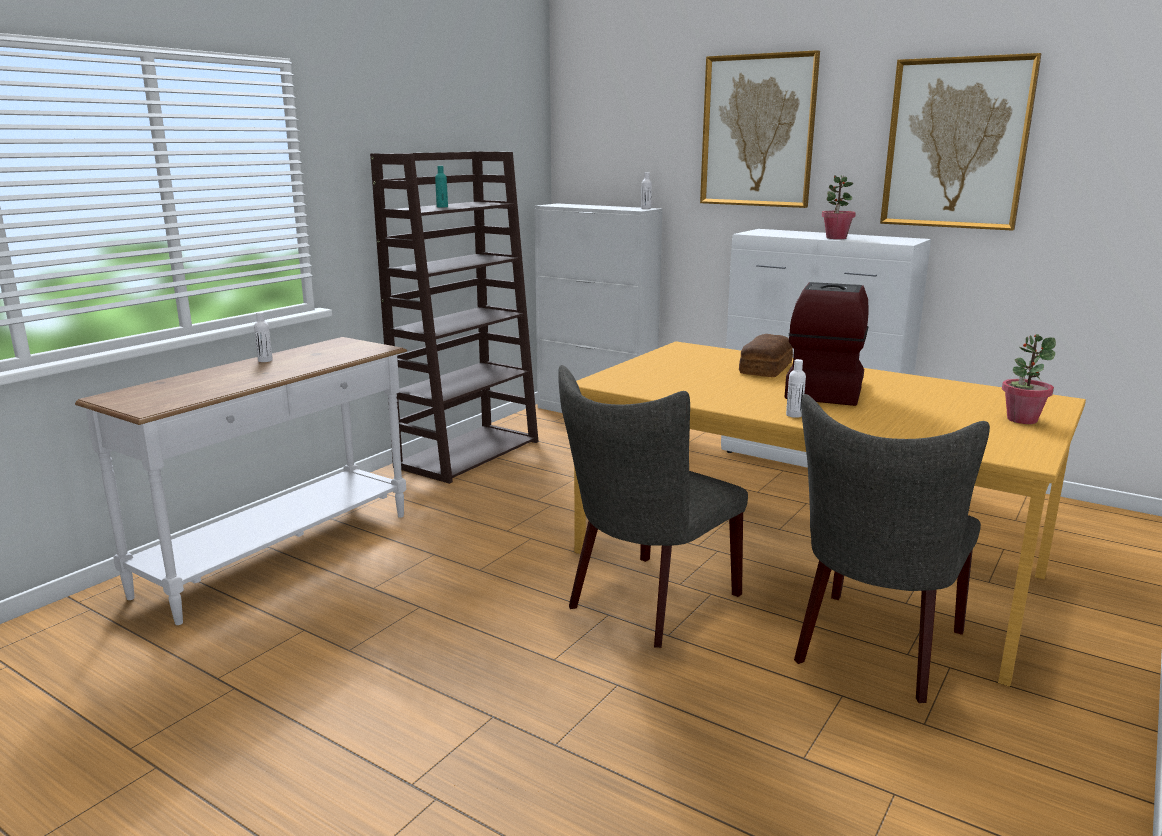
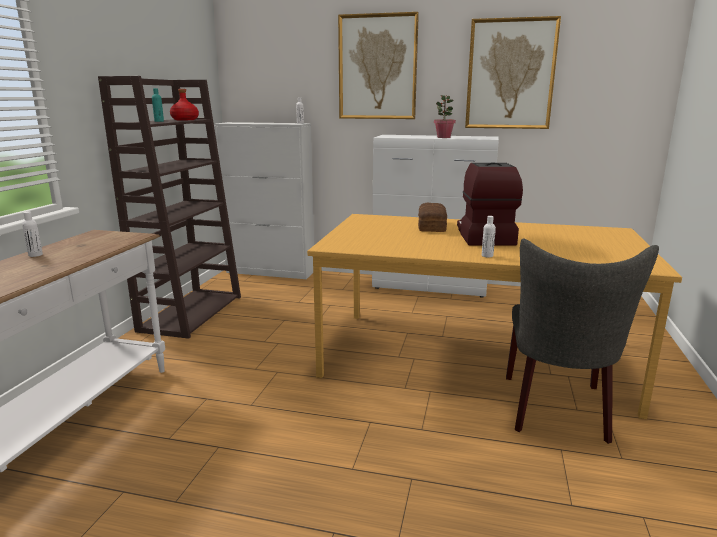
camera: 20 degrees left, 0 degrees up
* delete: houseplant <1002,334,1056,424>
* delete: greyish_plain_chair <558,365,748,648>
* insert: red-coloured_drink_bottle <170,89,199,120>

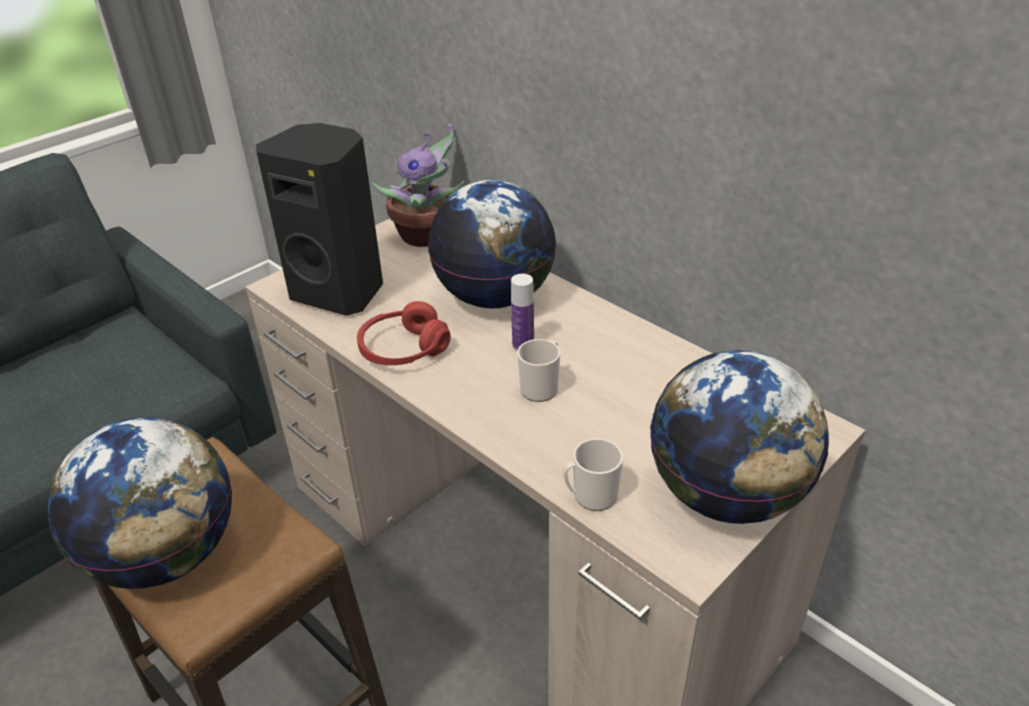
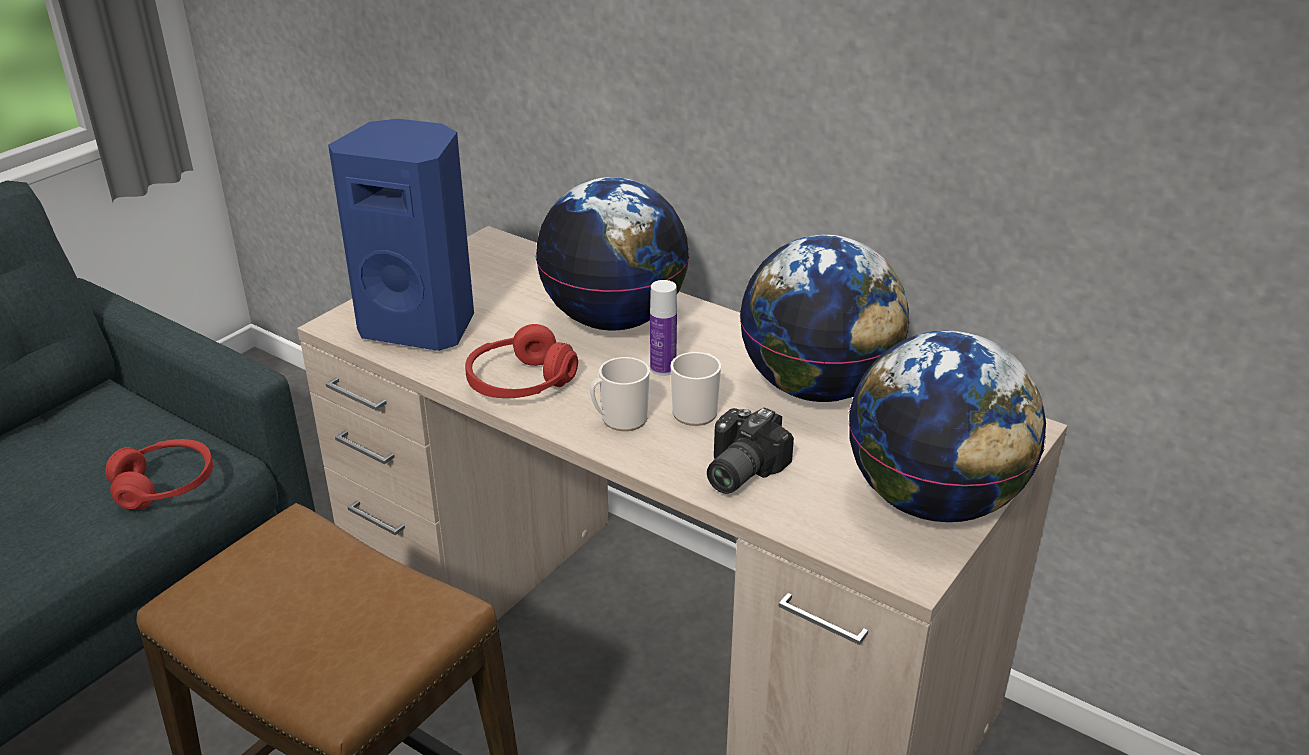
camera: 10 degrees left, 5 degrees down
* recolor: black_audio_speaker <256,123,383,316> to bluish_audio_speaker <328,119,474,351>
* delete: houseplant <372,124,464,247>
* move: desk_globe <48,417,232,589> to <740,235,909,402>
* move: tea_mug <563,438,623,511> to <590,357,650,431>
* insert: photo_camera <707,407,794,494>
* insert: red-coloured_headphones <106,439,213,510>

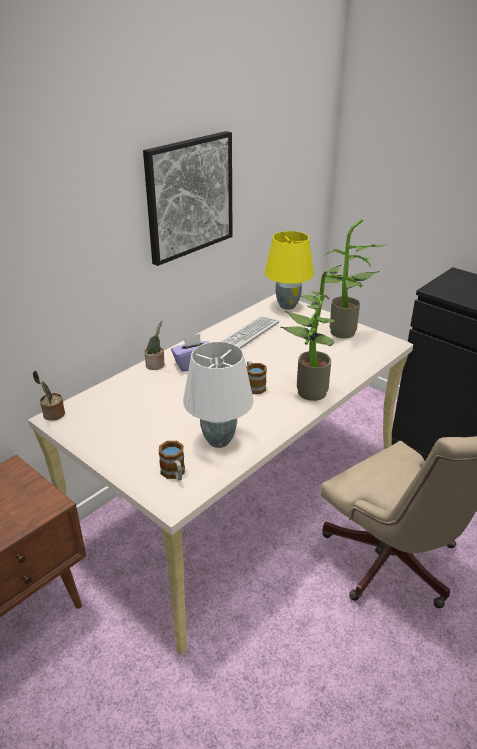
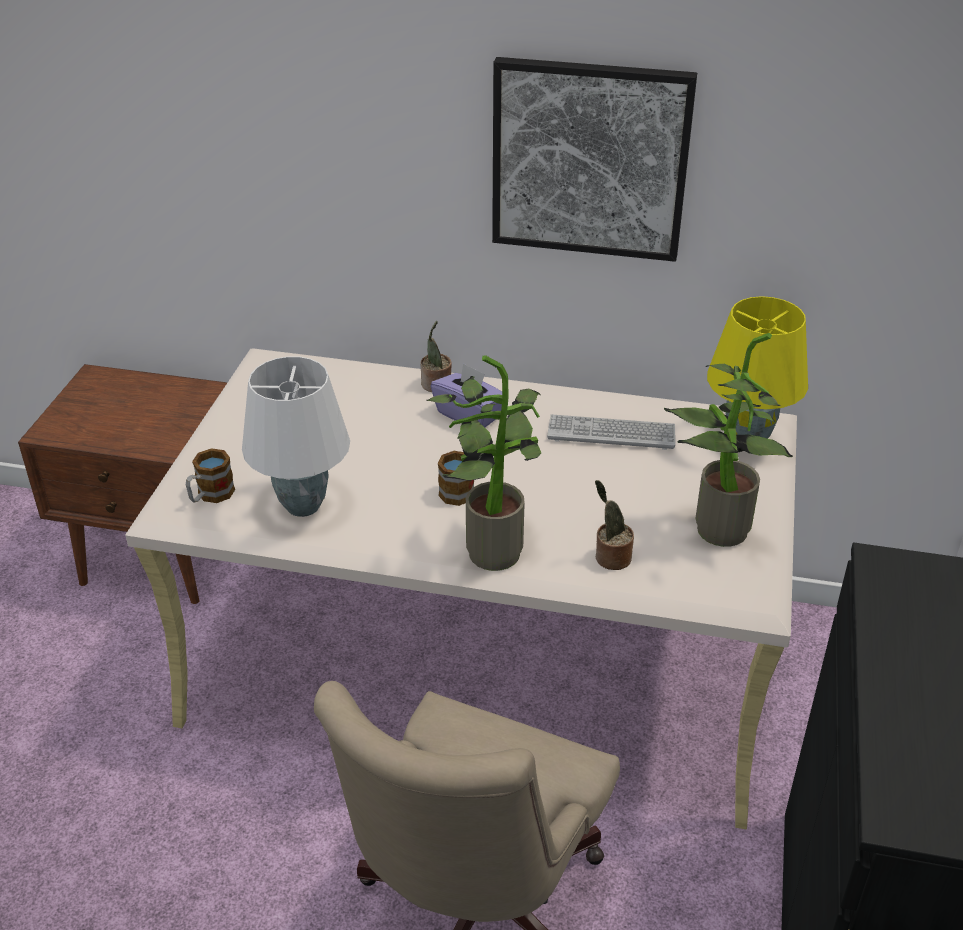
camera: 60 degrees right, 5 degrees up
* move: houseplant <33,371,65,421> to <595,480,634,570>

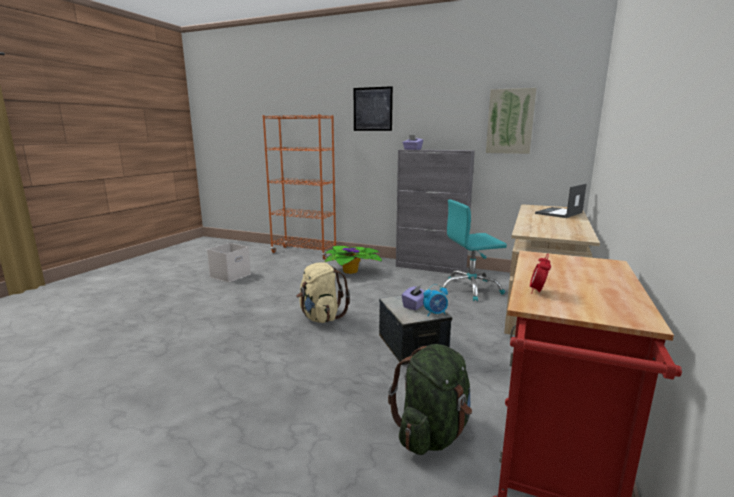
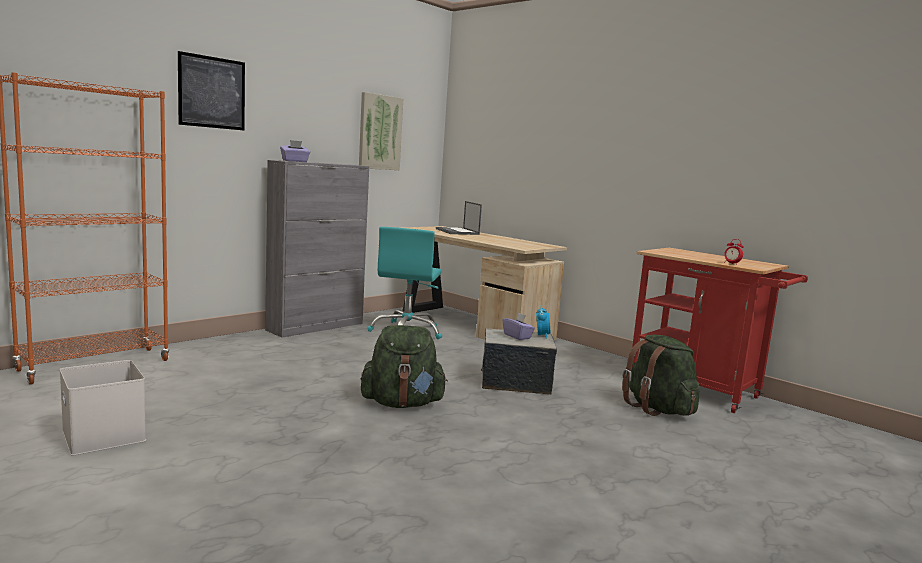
camera: 70 degrees left, 5 degrees down
* delete: houseplant <325,245,382,274>
* recolor: beige-coloured_backpack <296,262,350,323> to green-coloured_backpack <361,325,448,408>

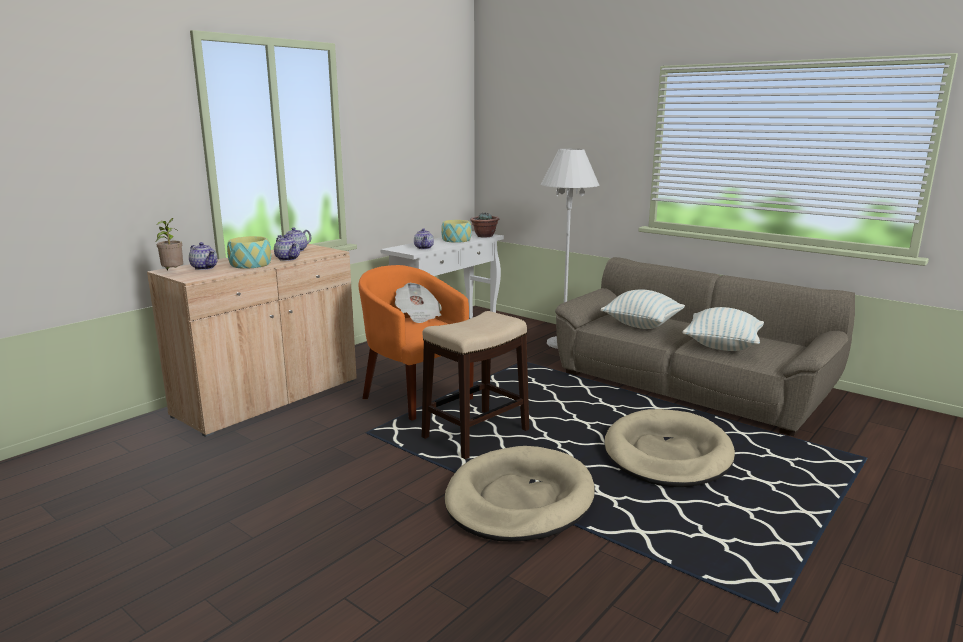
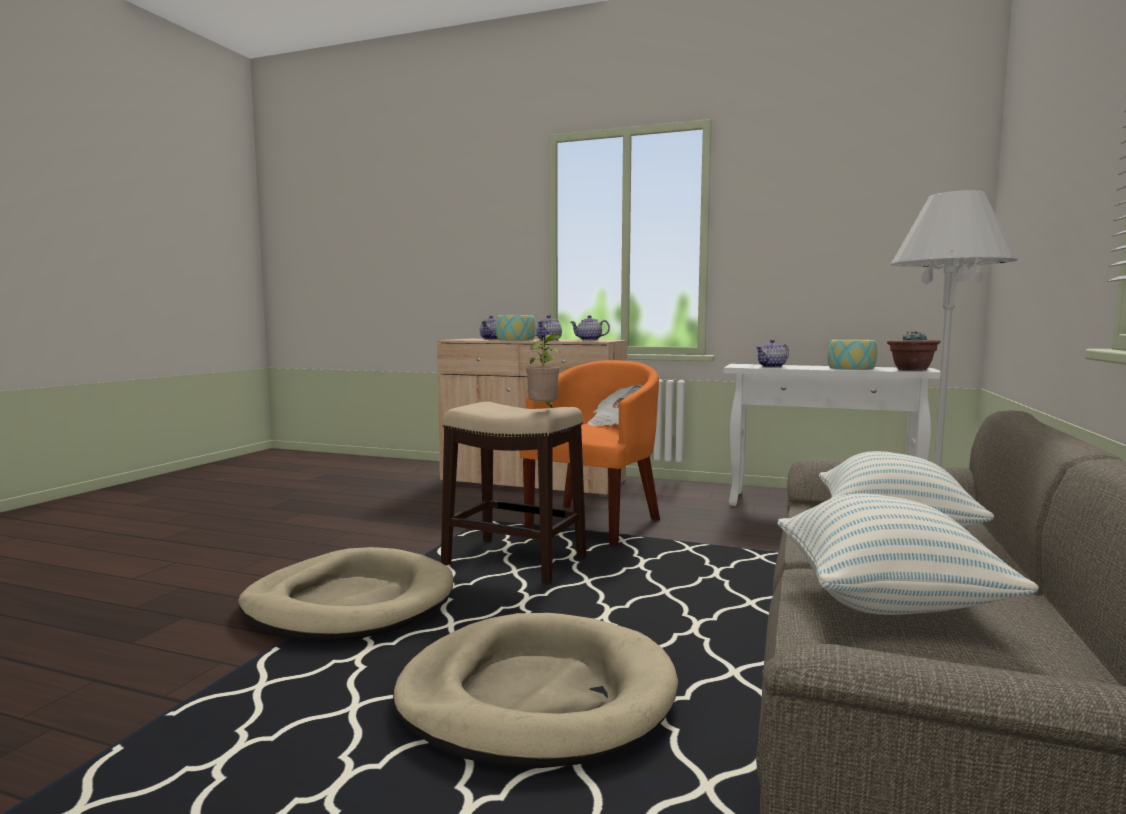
camera: 70 degrees right, 10 degrees down
* move: houseplant <156,218,183,270> to <525,334,562,408>

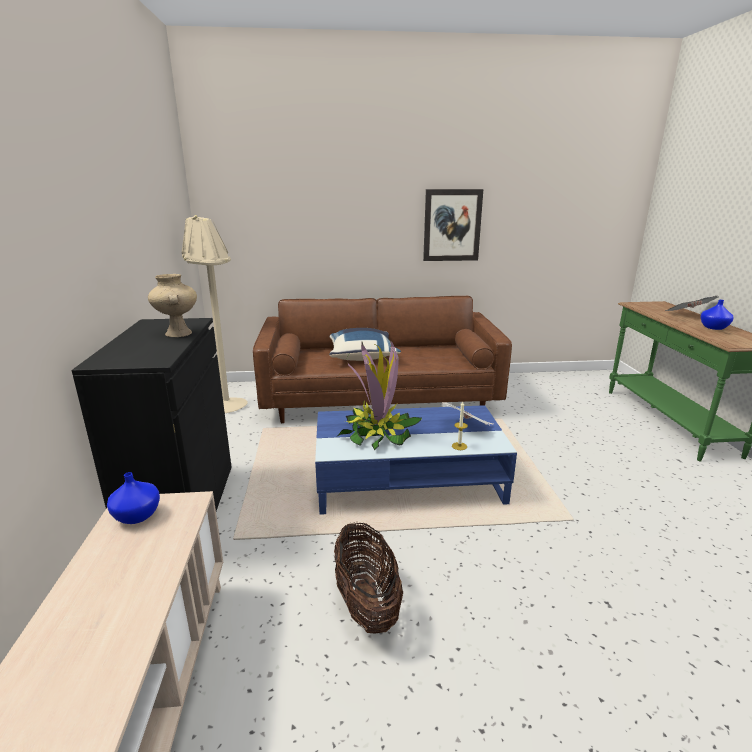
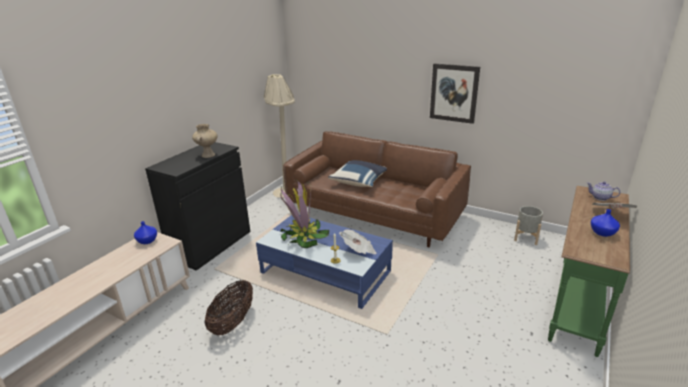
camera: 35 degrees right, 5 degrees up
* insert: tea_pot <587,181,620,201>
* insert: greyish_flower_pot <514,206,543,245>

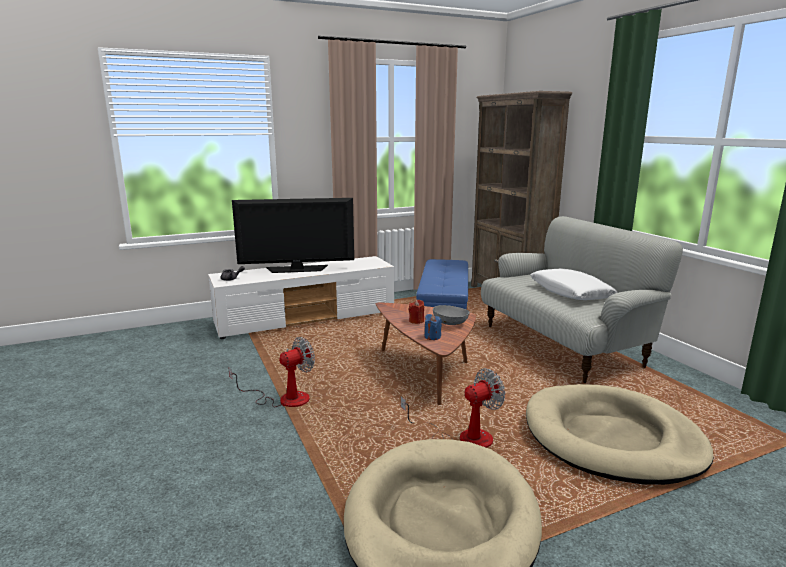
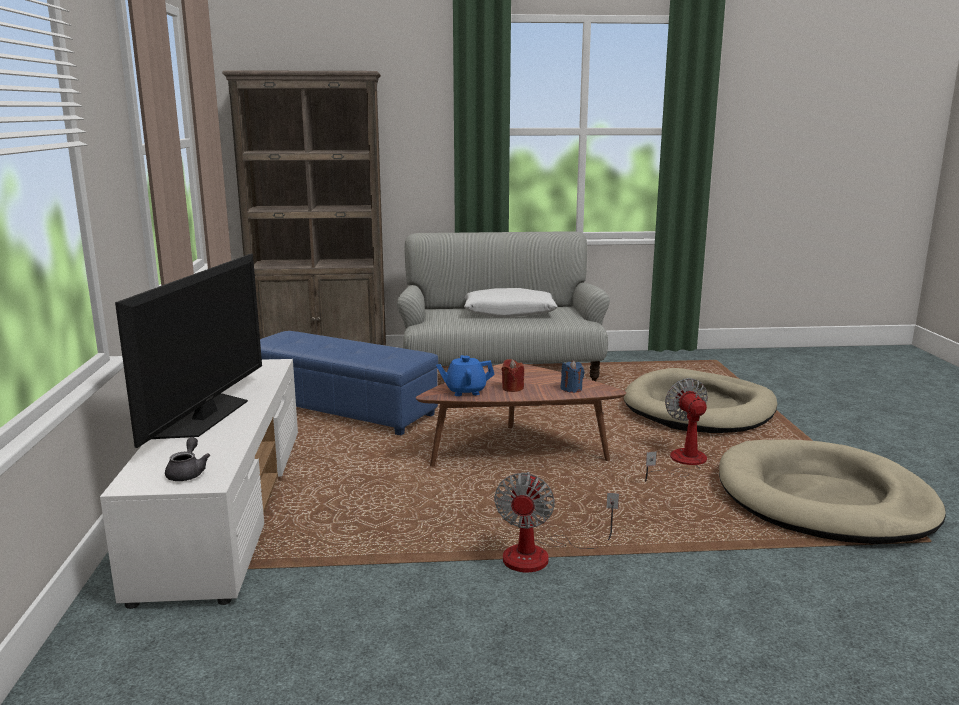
camera: 70 degrees left, 0 degrees up
* delete: greyish_serving_bowl <433,305,470,325>
* rotate: electric_fan <228,337,315,407> = <494,472,619,572> 150 degrees counterclockwise
* insert: bluish_tea_pot <436,355,495,396>

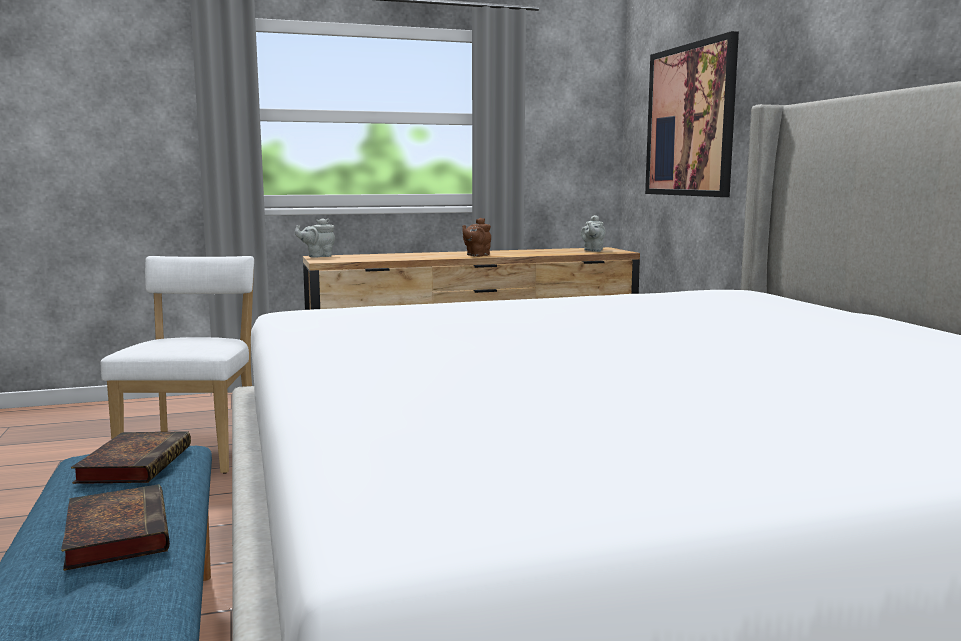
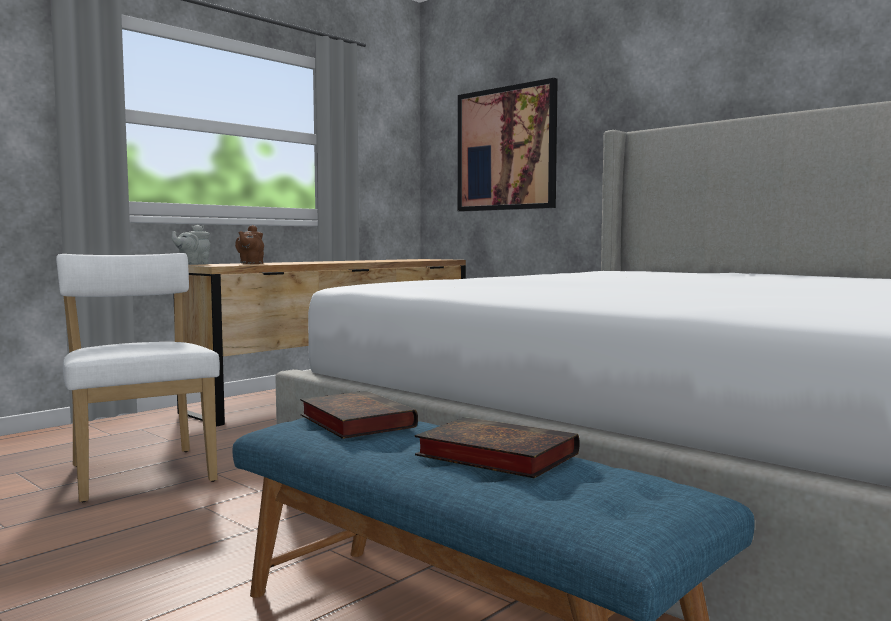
camera: 30 degrees left, 5 degrees down
* delete: greyish_tea_pot <581,215,606,252>
* move: brown-coloured_tea_pot <462,218,491,257> to <235,225,264,264>

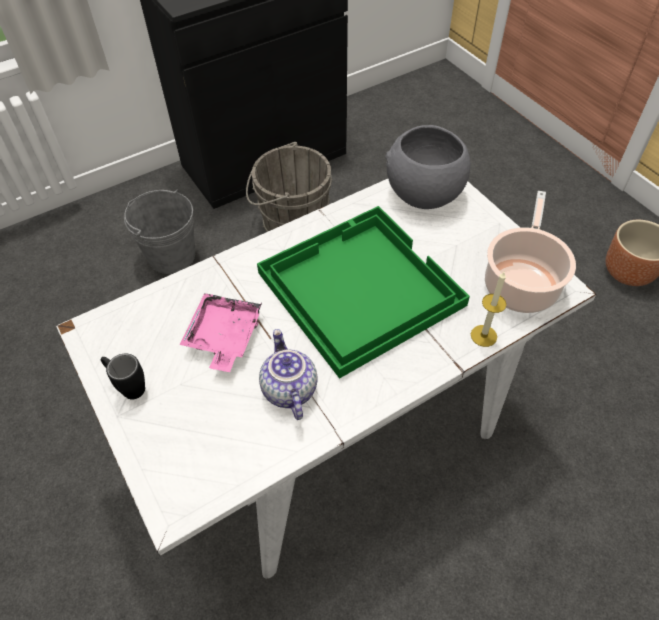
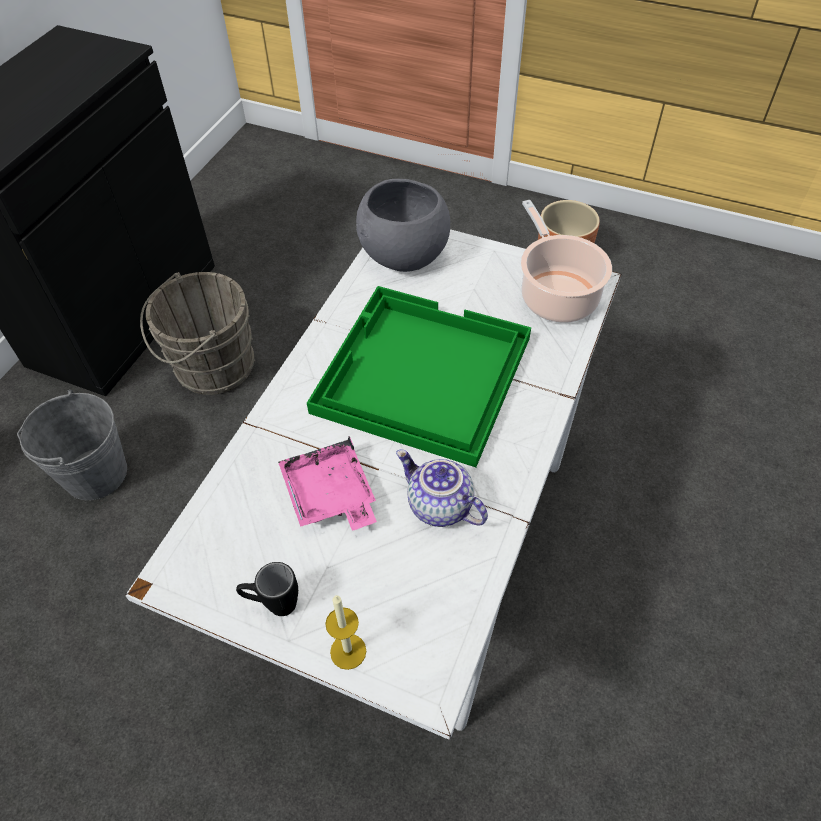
camera: 35 degrees left, 0 degrees up
* move: candle <471,272,507,347> to <325,596,366,670>

